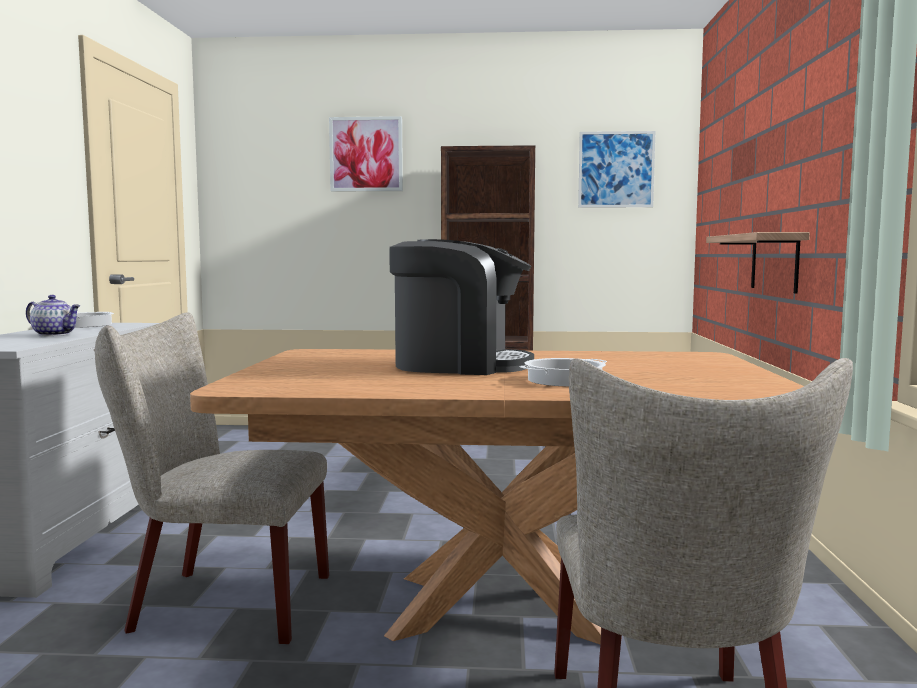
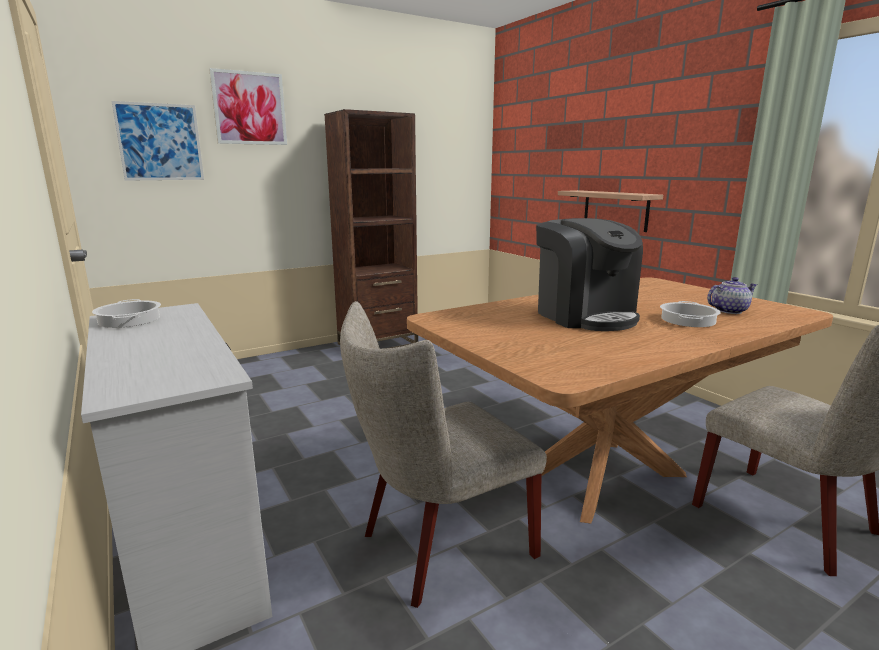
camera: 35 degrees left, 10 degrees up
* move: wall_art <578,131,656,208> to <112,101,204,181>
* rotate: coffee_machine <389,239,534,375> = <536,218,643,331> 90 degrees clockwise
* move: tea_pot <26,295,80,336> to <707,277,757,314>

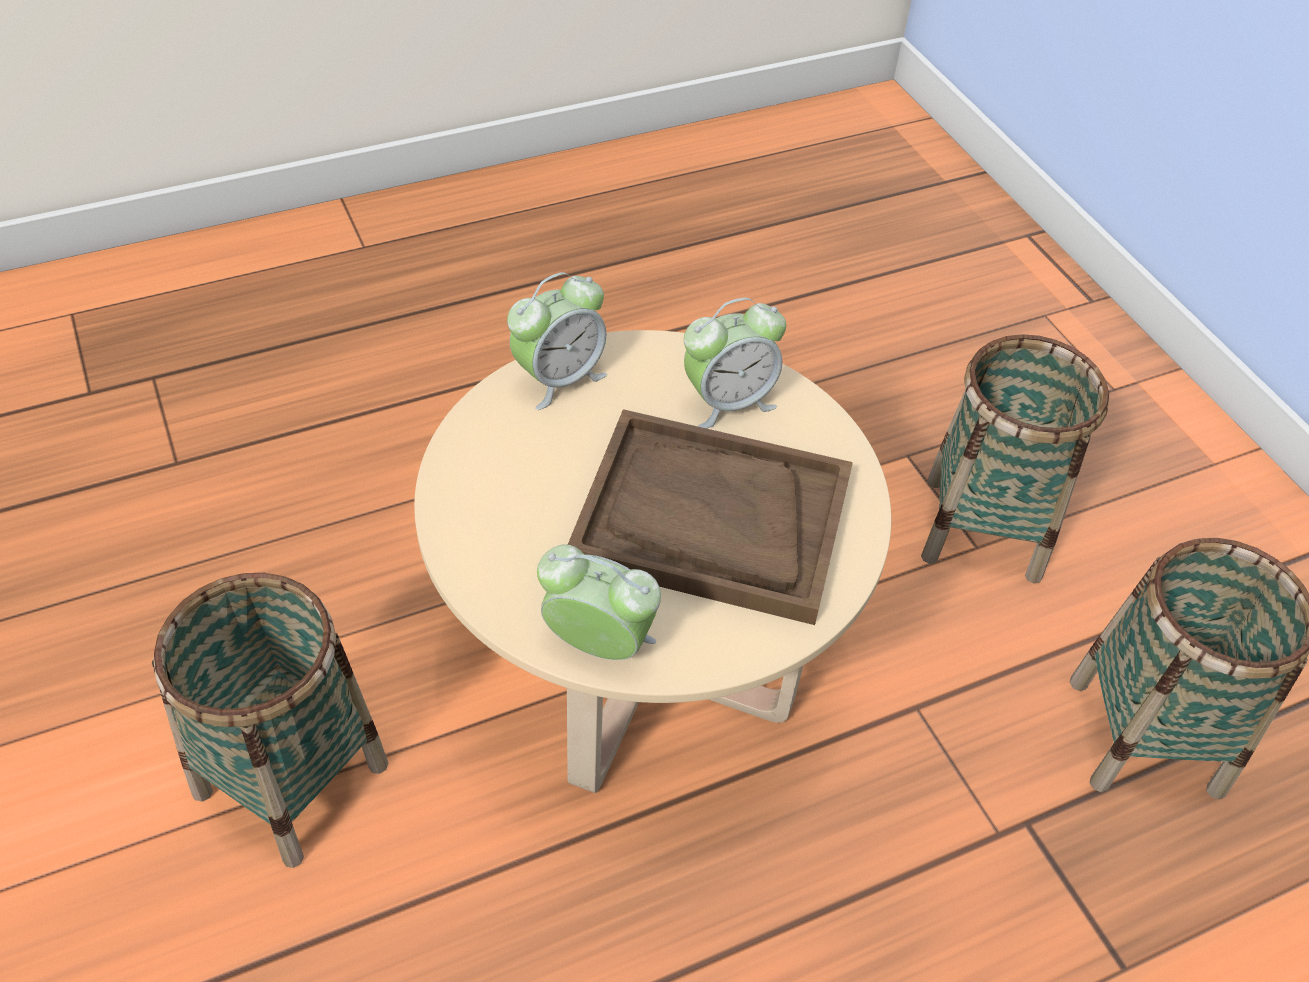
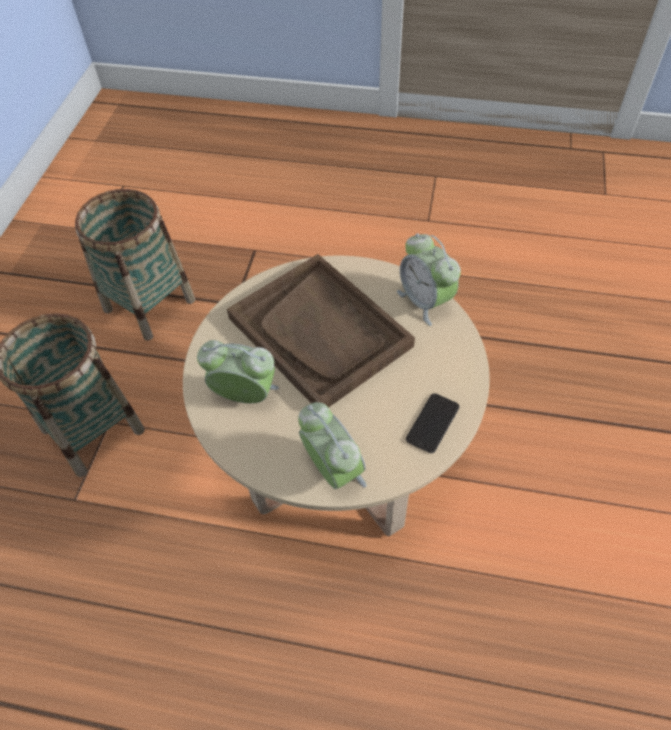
camera: 140 degrees left, 5 degrees up
* rotate: alarm_clock <507,272,607,410> = <298,402,367,489> 60 degrees clockwise
* delete: storage_basket <152,573,388,868>
* insert: phone <406,393,459,453>

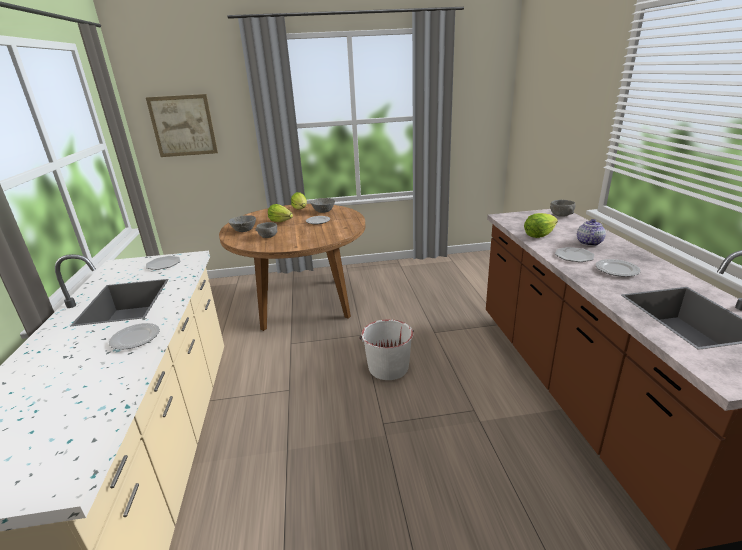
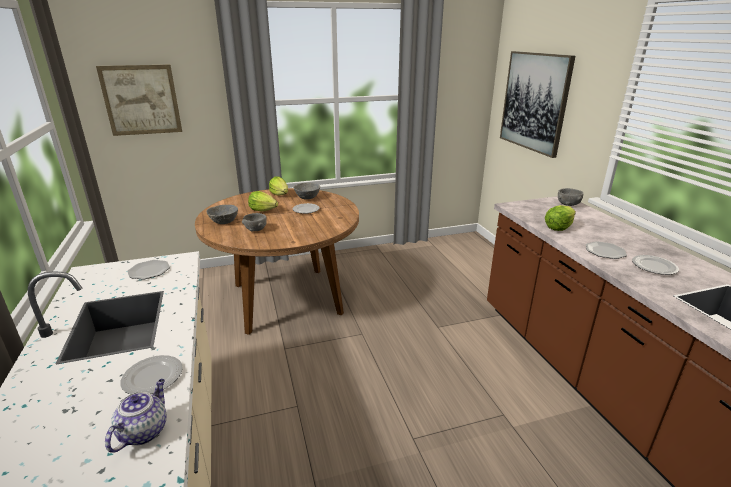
camera: 10 degrees left, 0 degrees up
* move: tea_pot <577,219,606,246> to <105,379,166,453>
* delete: white-coloured_water_bucket <359,319,414,380>
* insert: wall_art <500,51,575,158>

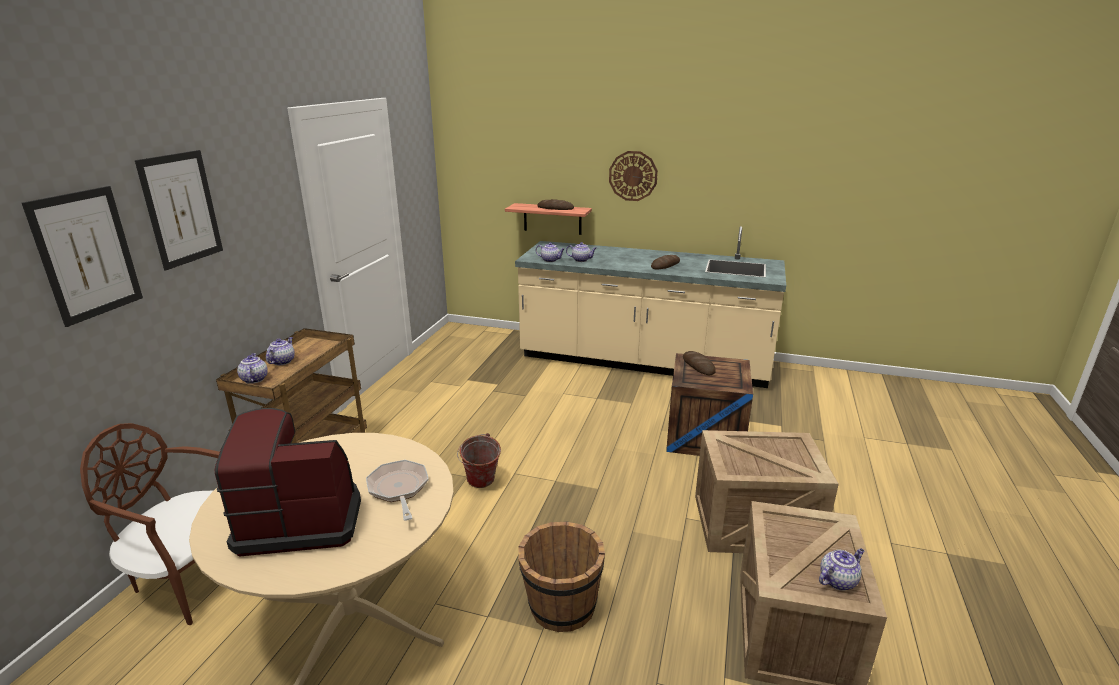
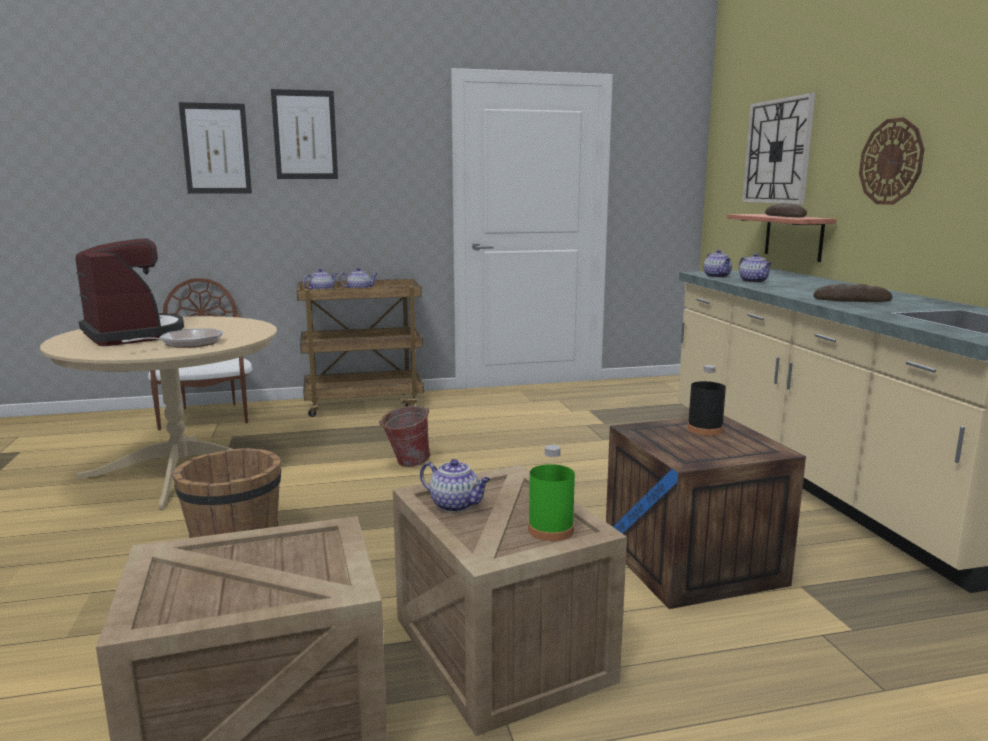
camera: 60 degrees right, 10 degrees down
* replace: bread <683,351,716,375> to black_drink_bottle <687,365,726,436>
* move: tea_pot <819,548,864,591> to <420,459,491,512>
* insert: wall_clock <742,93,815,204>
* insert: green-coloured_drink_bottle <528,445,575,541>

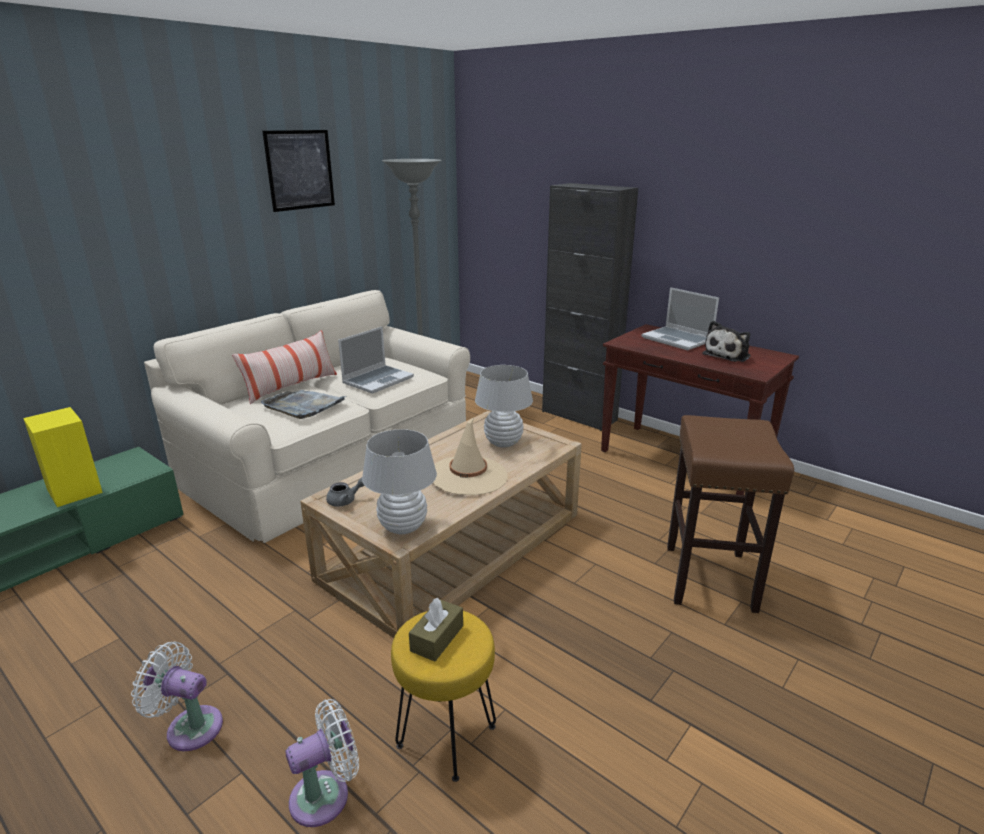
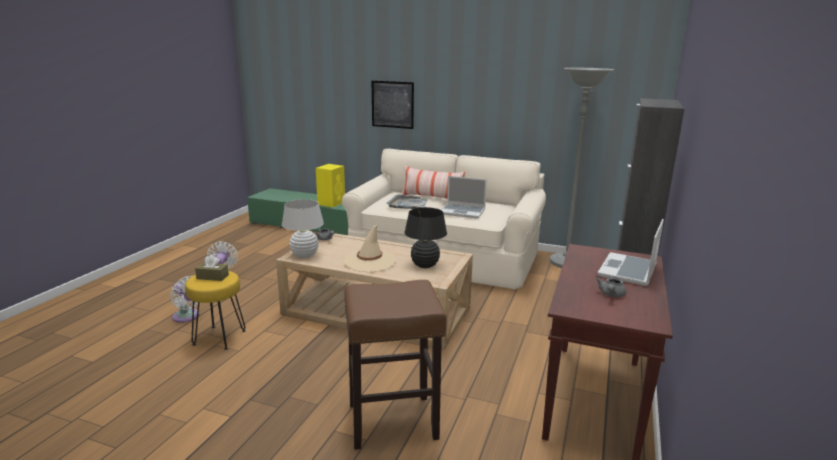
camera: 70 degrees right, 5 degrees down
* move: wall_art <262,130,335,212> to <372,81,414,129>
* replace: plush_toy <702,321,751,362> to greyish_tea_pot <596,277,626,297>
* recolor: white-coloured_tabletop_lamp <475,365,533,448> to black_tabletop_lamp <405,207,447,268>

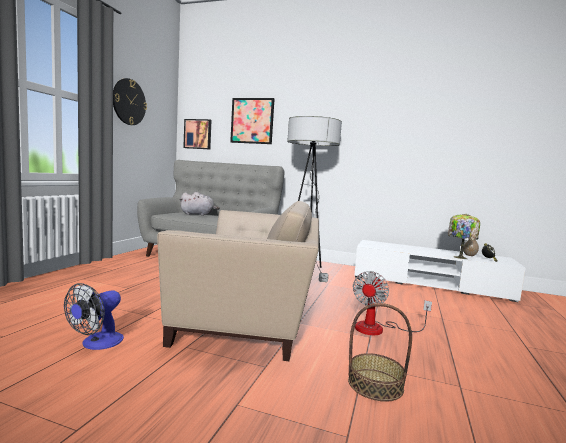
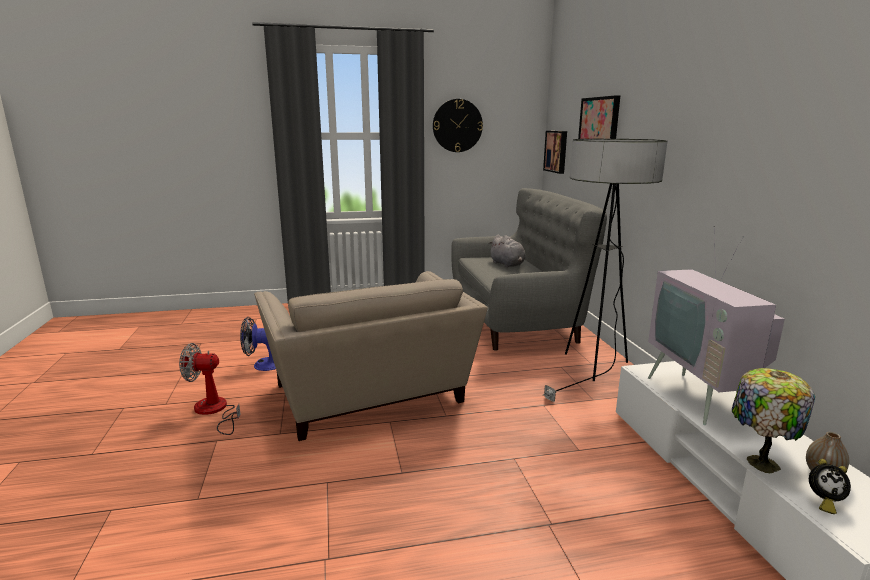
camera: 60 degrees right, 10 degrees up
* move: electric_fan <353,271,432,335> to <179,343,241,435>
* delete: storage_basket <348,303,412,402>
* insert: TV <648,225,785,425>

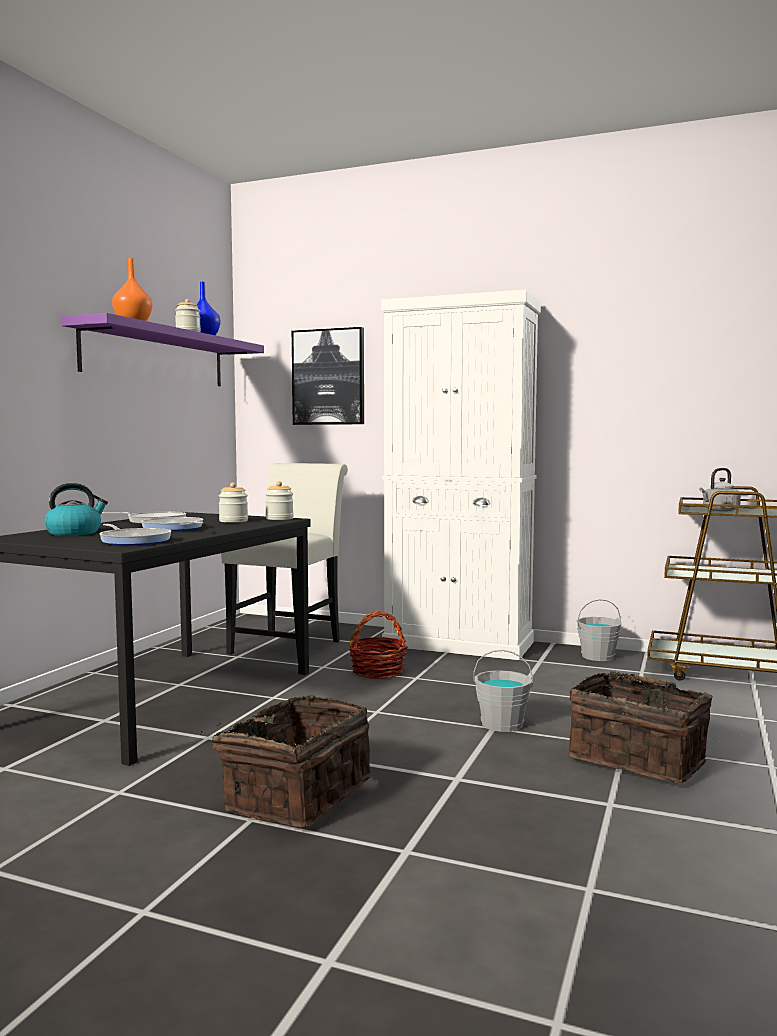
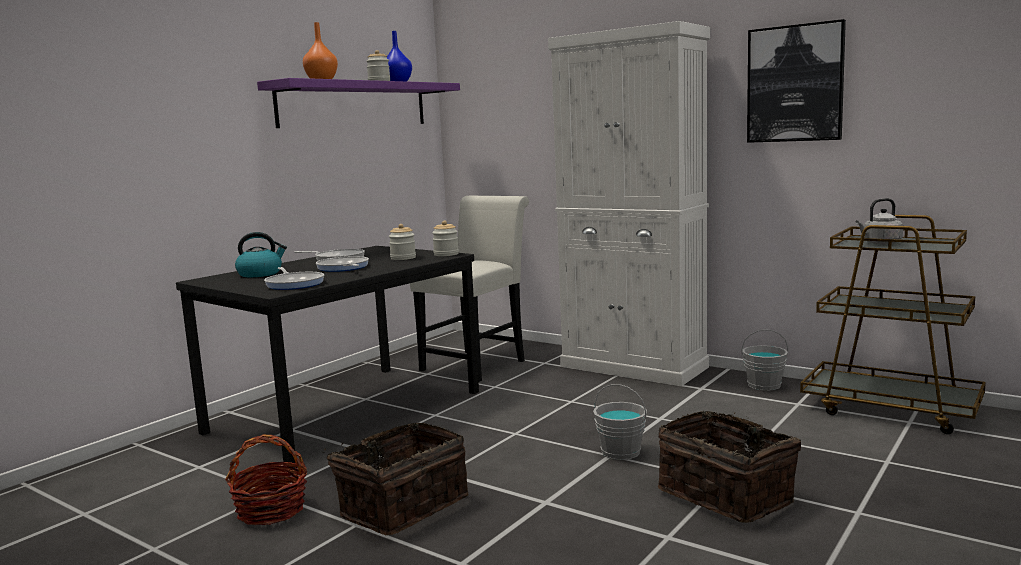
camera: 15 degrees right, 5 degrees up
* move: wall_art <292,327,364,425> to <747,19,846,143>
* move: storage_basket <349,611,407,679> to <225,435,307,525>

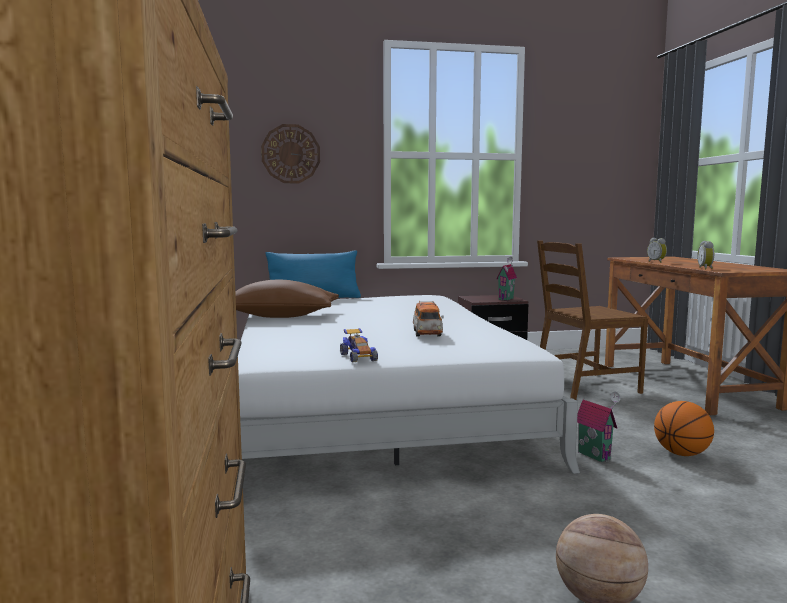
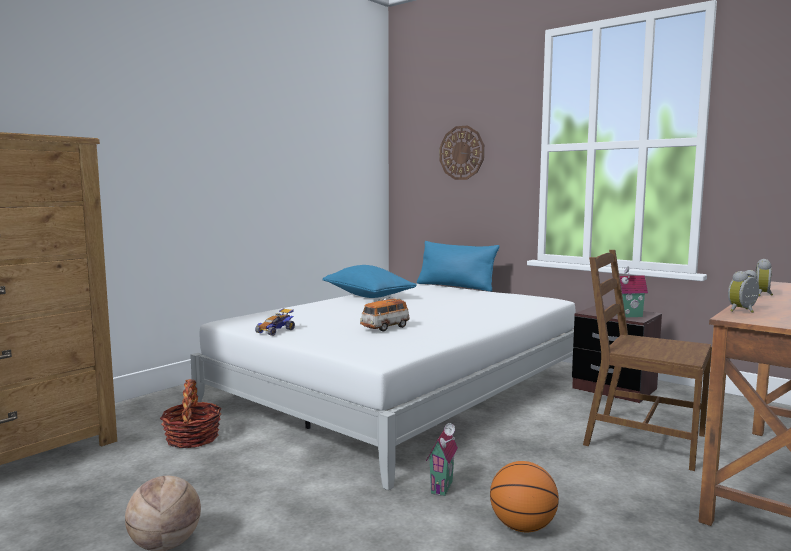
camera: 50 degrees right, 0 degrees up
* recolor: brown-coloured_pillow <235,280,339,318> to bluish_pillow <322,265,417,298>
* insert: storage_basket <160,379,221,448>

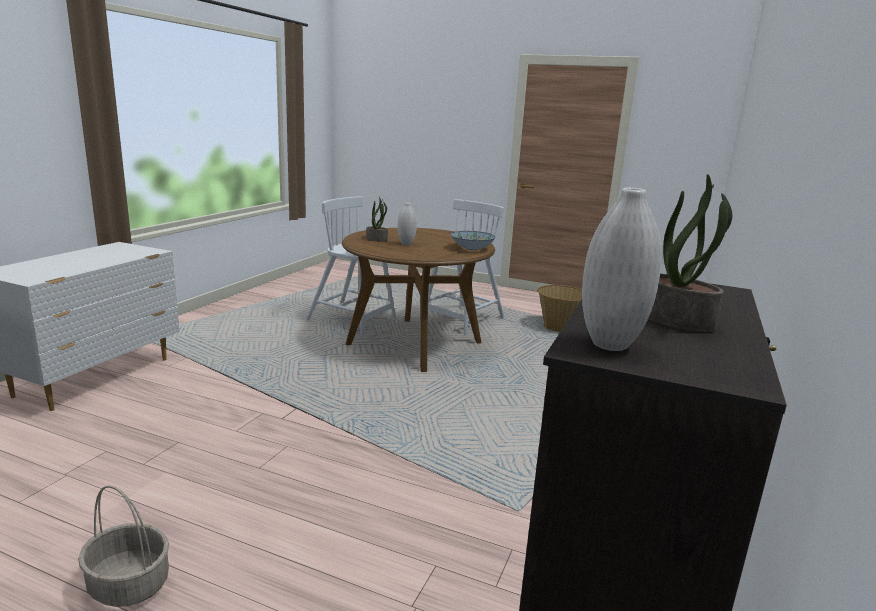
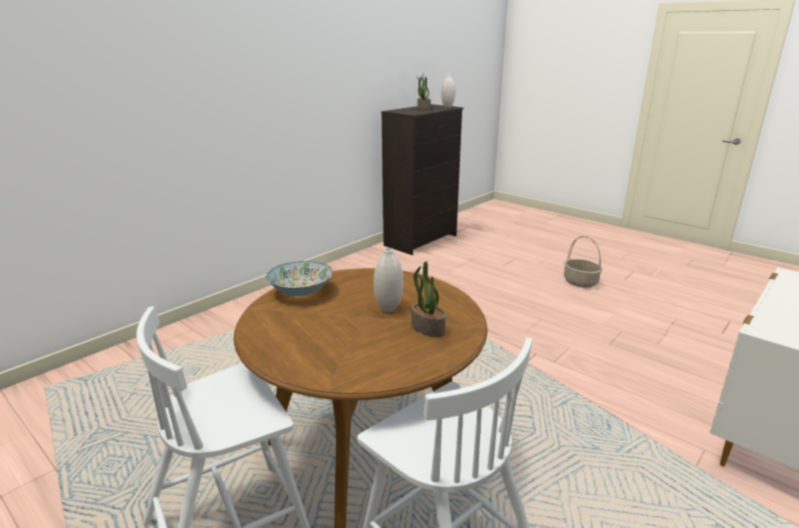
camera: 160 degrees left, 5 degrees up
* delete: storage_basket <537,285,582,332>

